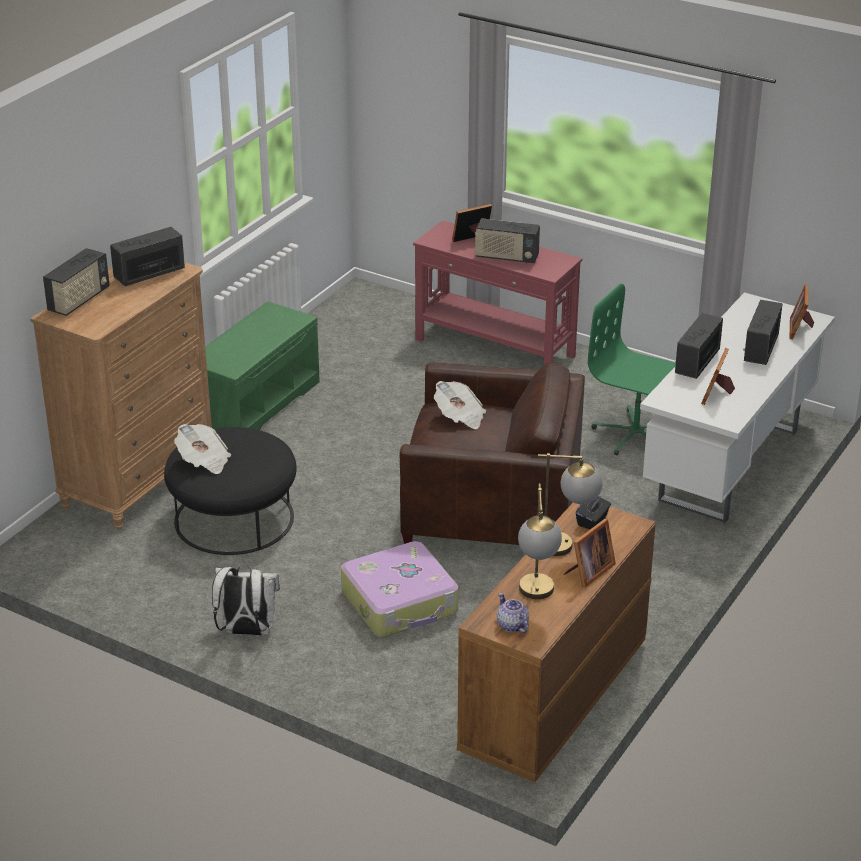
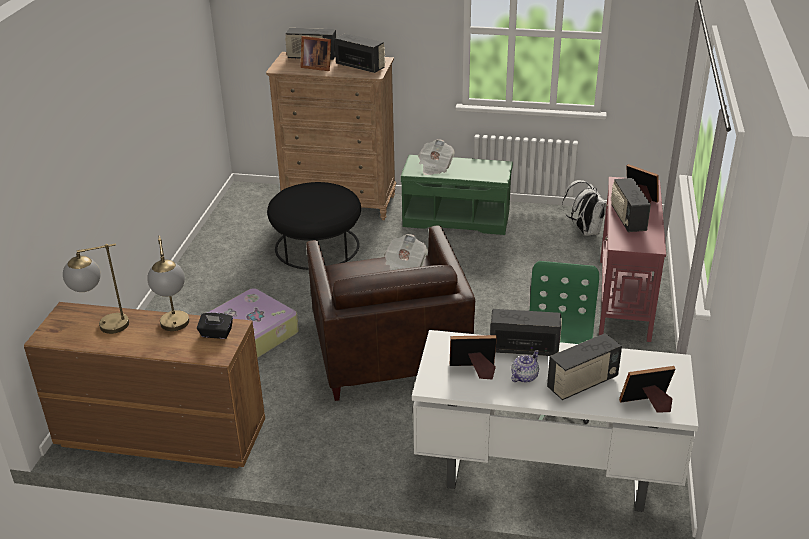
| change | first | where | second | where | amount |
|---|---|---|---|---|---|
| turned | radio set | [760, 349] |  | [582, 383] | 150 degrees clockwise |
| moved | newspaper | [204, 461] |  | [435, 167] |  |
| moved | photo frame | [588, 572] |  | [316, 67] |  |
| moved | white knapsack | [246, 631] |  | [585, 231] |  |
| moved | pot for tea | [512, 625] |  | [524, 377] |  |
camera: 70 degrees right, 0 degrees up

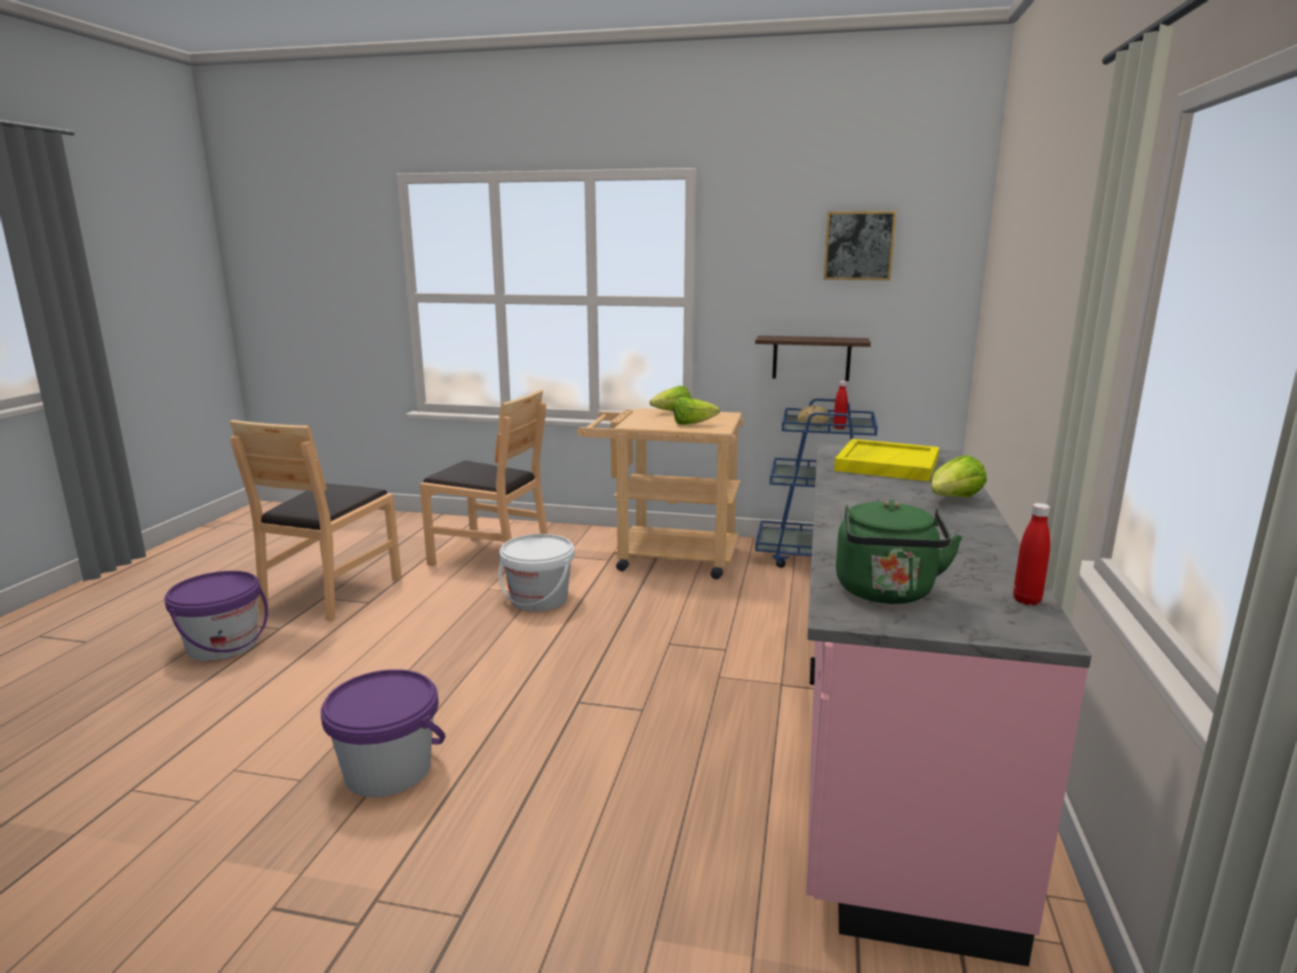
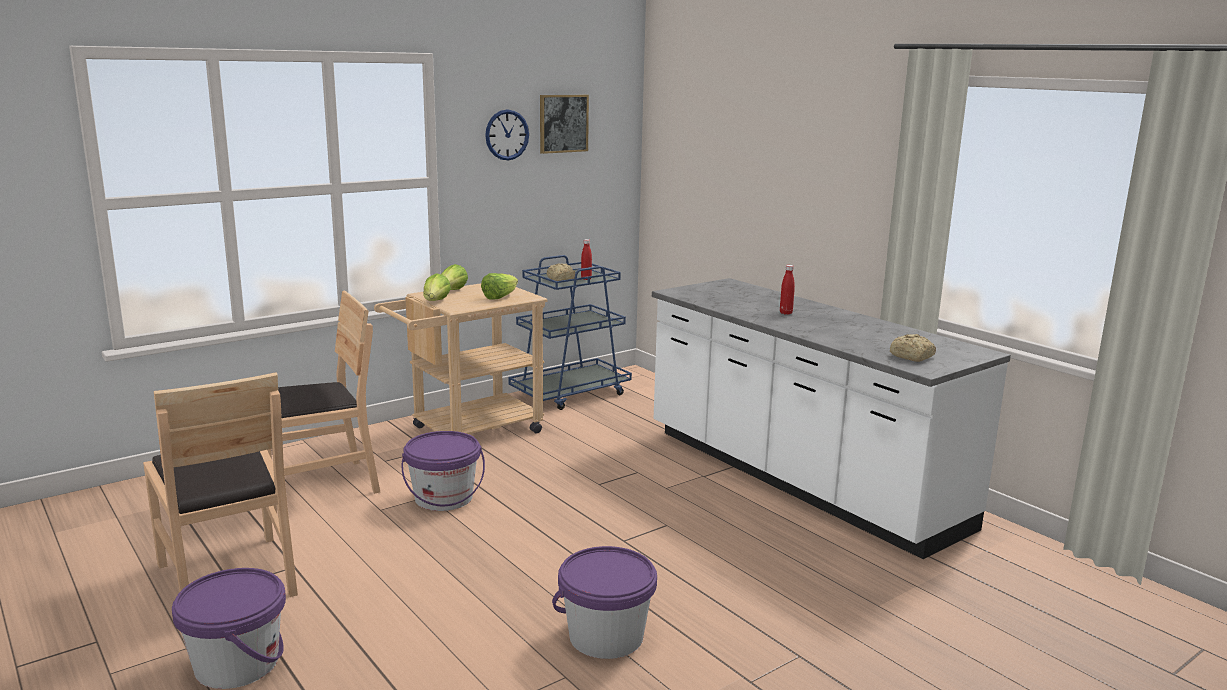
| change | first | where | second | where | amount |
|---|---|---|---|---|---|
| removed | wall shelf | [811, 358] |  |  |  |
| removed | yellowish tray | [886, 464] |  |  |  |
| recoloured | pink counter | [884, 742] | white counter | [798, 479] |  |
| moved | lettuce head | [953, 499] |  | [436, 302] |  |
| replaced | greenish tea kettle | [886, 593] | baked bread | [912, 357] |  |
| moved | red-coloured drink bottle | [1026, 600] |  | [786, 313] |  |
| recoloured | white bucket | [539, 599] | purple-coloured bucket | [444, 498] |  |
| added |  |  | clock on the wall | [507, 135] |  |
camera: 50 degrees left, 0 degrees up

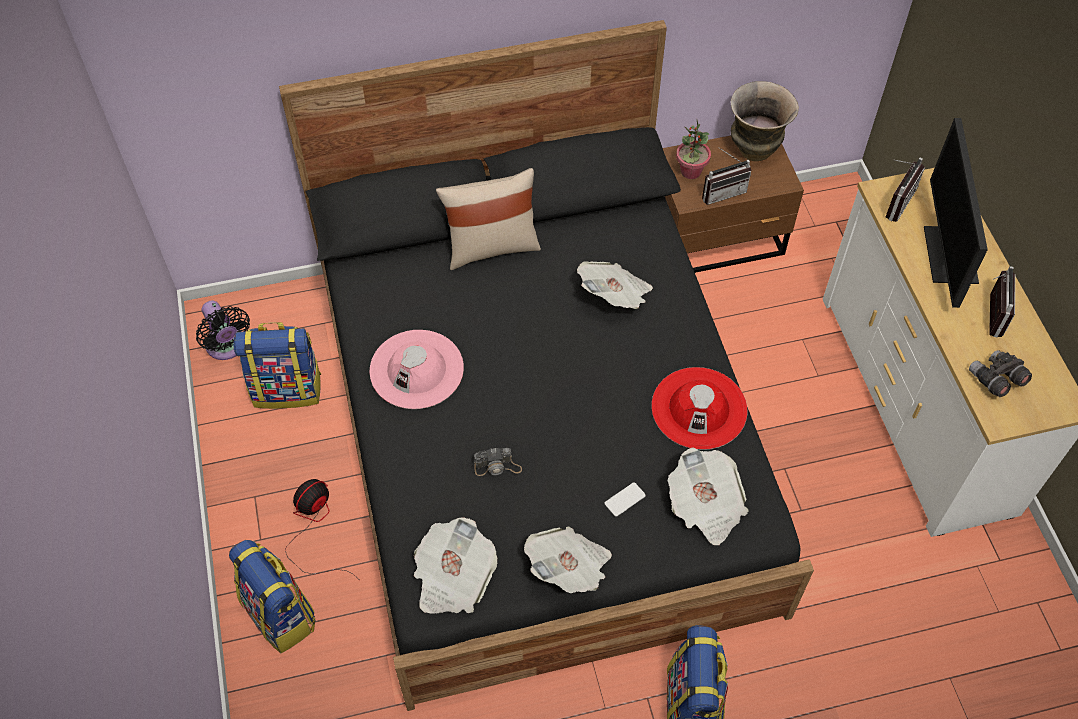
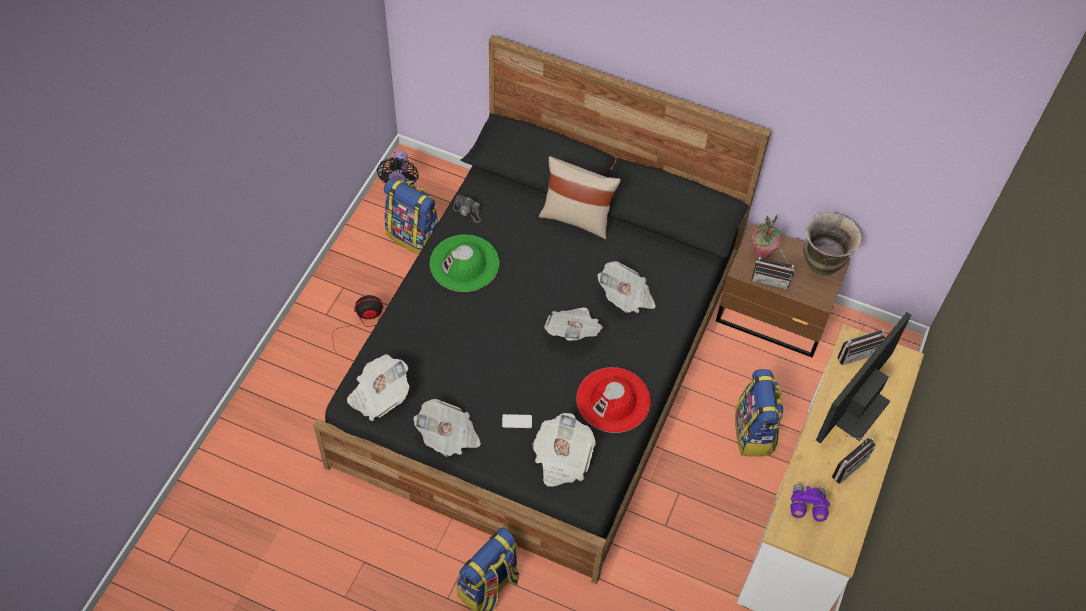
| change | first | where | second | where | amount |
|---|---|---|---|---|---|
| recoloured | pink wearable hat | [417, 369] | greenish wearable hat | [464, 263] |  |
| recoloured | gray pair of binoculars | [995, 380] | purple-coloured pair of binoculars | [806, 507] |  |
| moved | still camera | [497, 466] |  | [468, 211] |  |
| moved | knapsack | [281, 614] |  | [754, 432] |  |
| added |  |  | newspaper | [573, 331] |  |
camera: 35 degrees right, 0 degrees up

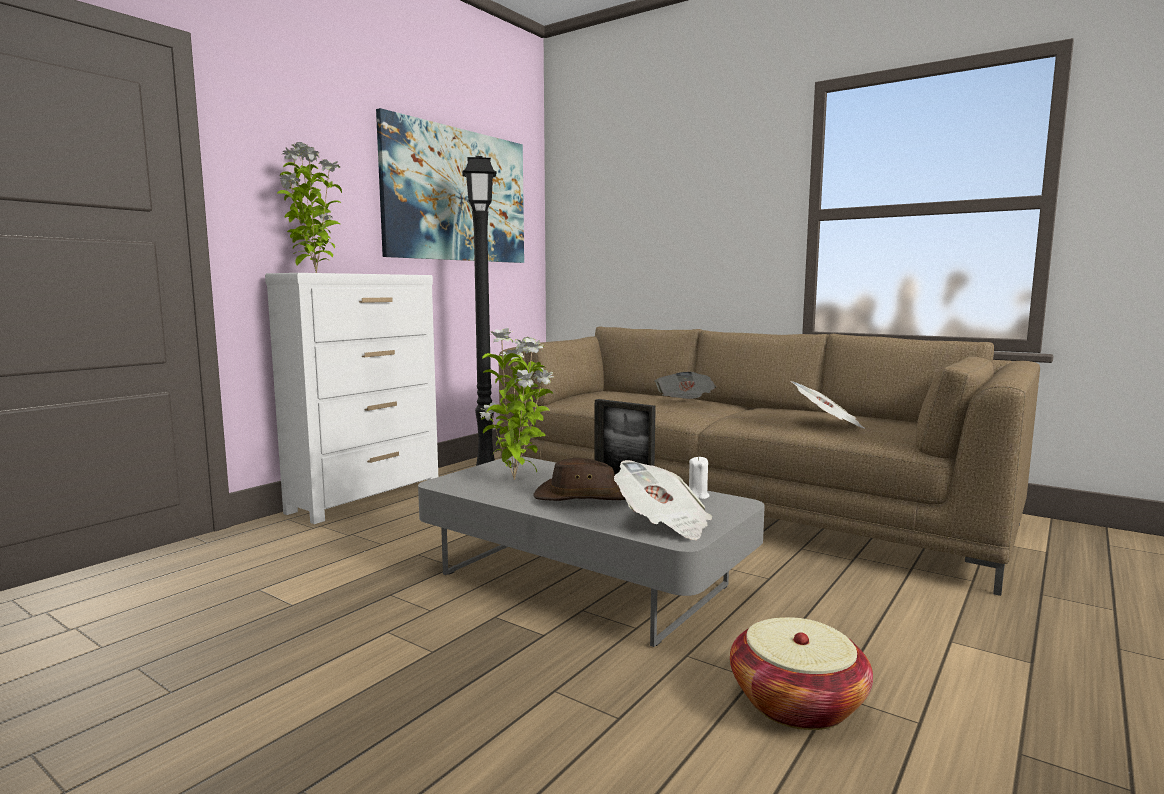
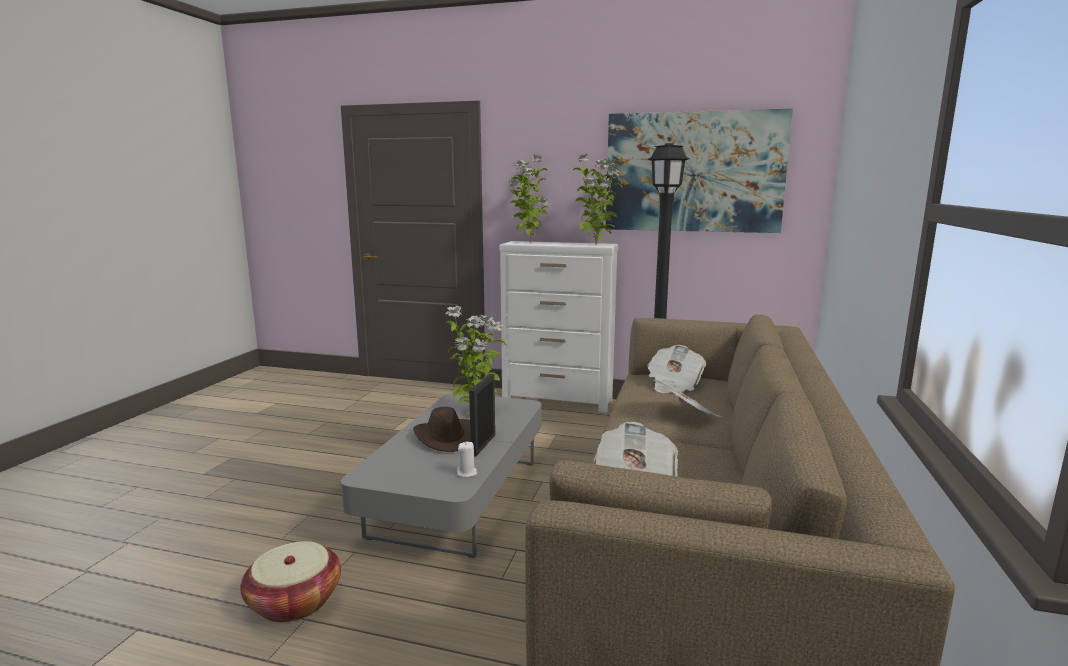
| change | first | where | second | where | amount |
|---|---|---|---|---|---|
| moved | newspaper | [663, 524] |  | [673, 384] |  |
| added |  |  | plant in a pot | [596, 245] |  |
camera: 70 degrees right, 5 degrees up

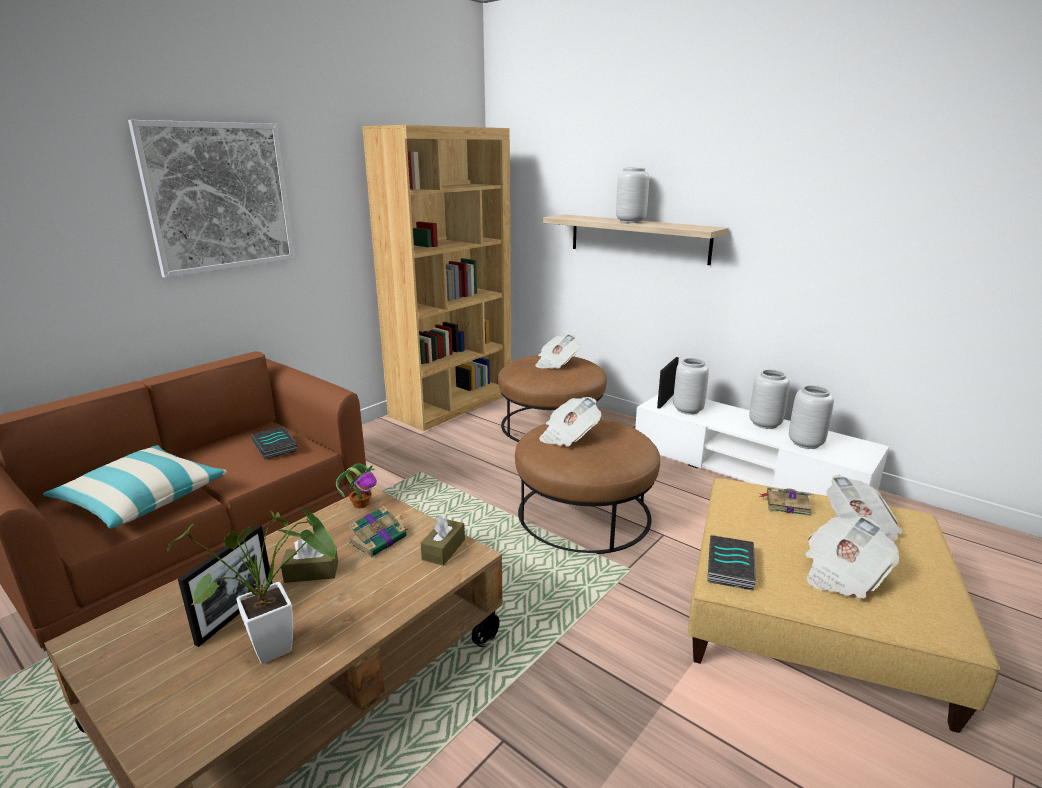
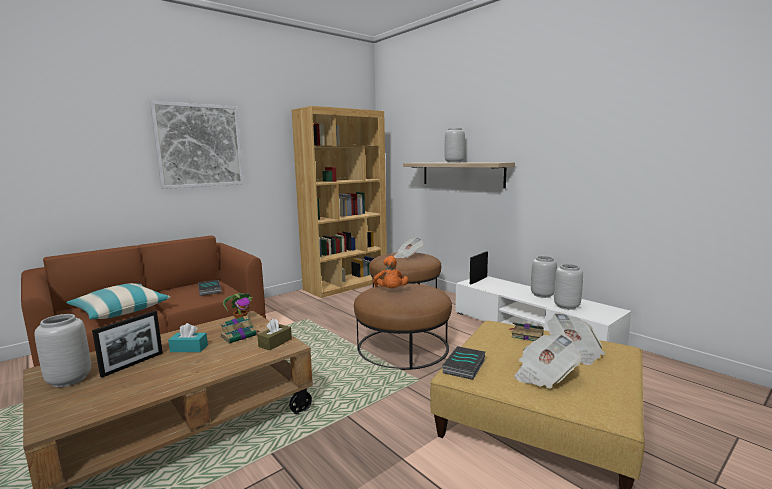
| change | first | where | second | where | amount |
|---|---|---|---|---|---|
| moved | gray flower vase | [688, 410] |  | [70, 379] |  |
| replaced | newspaper | [568, 436] | orange plush toy | [390, 290] |  |
| removed | plant in a pot | [283, 645] |  |  |  |
| recoloured | brownish tissue box | [311, 572] | turquoise tissue box | [189, 348] |  |
camera: 10 degrees right, 10 degrees down

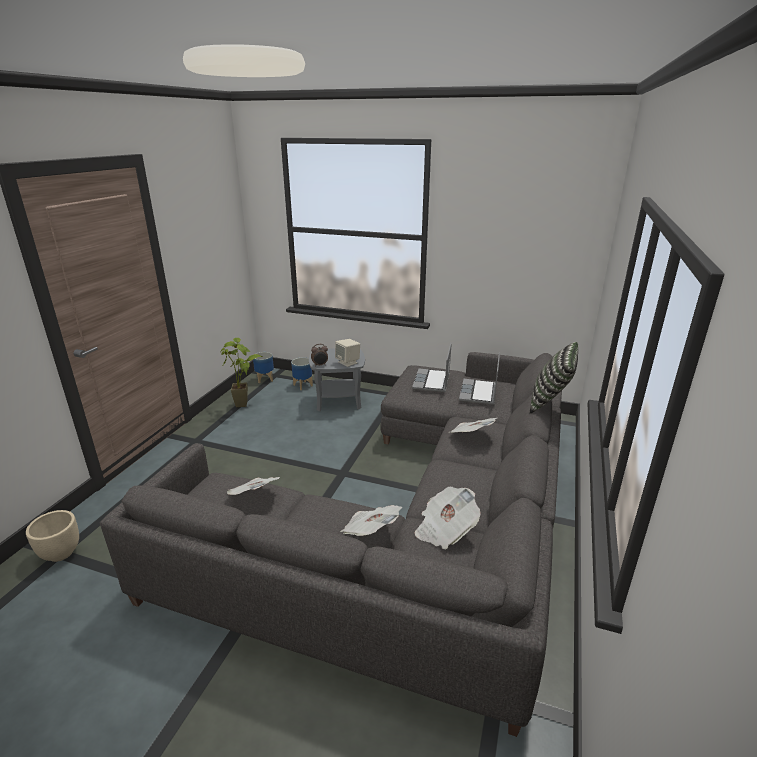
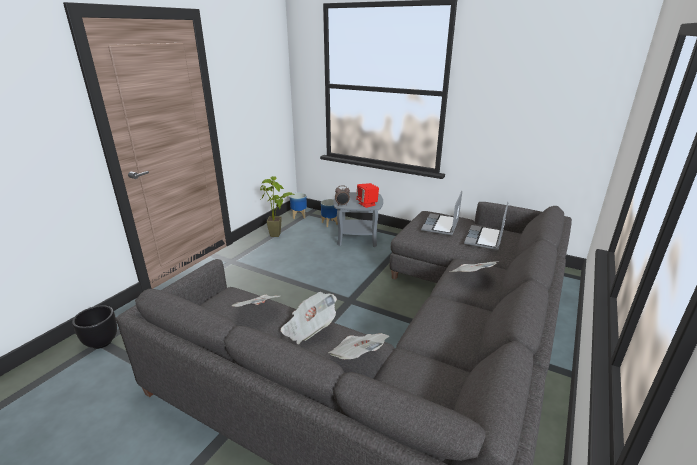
| change | first | where | second | where | amount |
|---|---|---|---|---|---|
| recoloured | beige-coloured speaker | [348, 362] | red-coloured speaker | [367, 204] |  |
| removed | pillow | [550, 402] |  |  |  |
| moved | newspaper | [445, 529] |  | [309, 329] |  |
| recoloured | beige-coloured plant pot | [60, 553] | black-coloured plant pot | [101, 342] |  |
camera: 10 degrees right, 0 degrees up

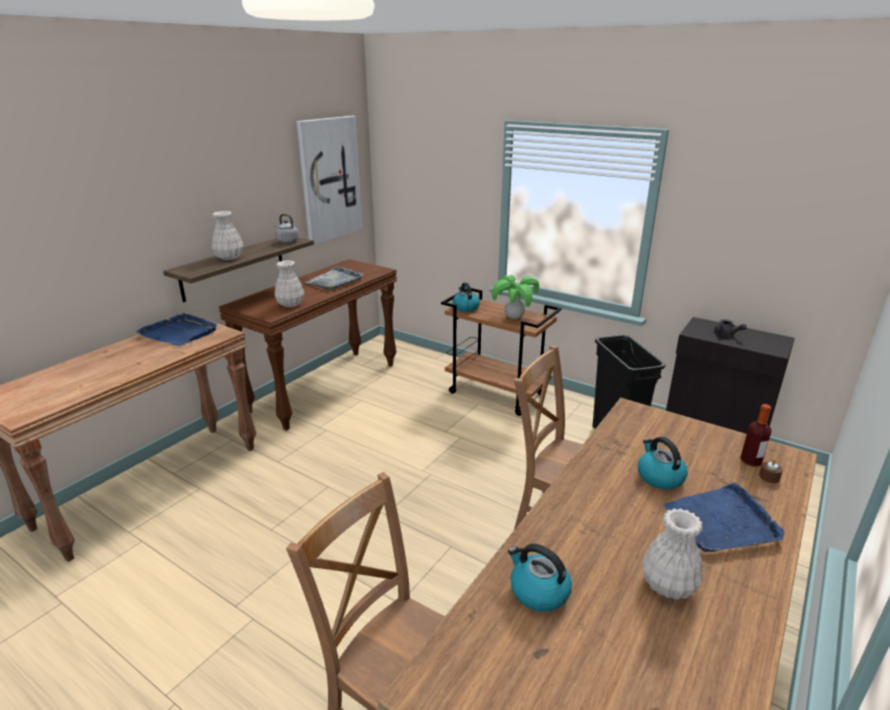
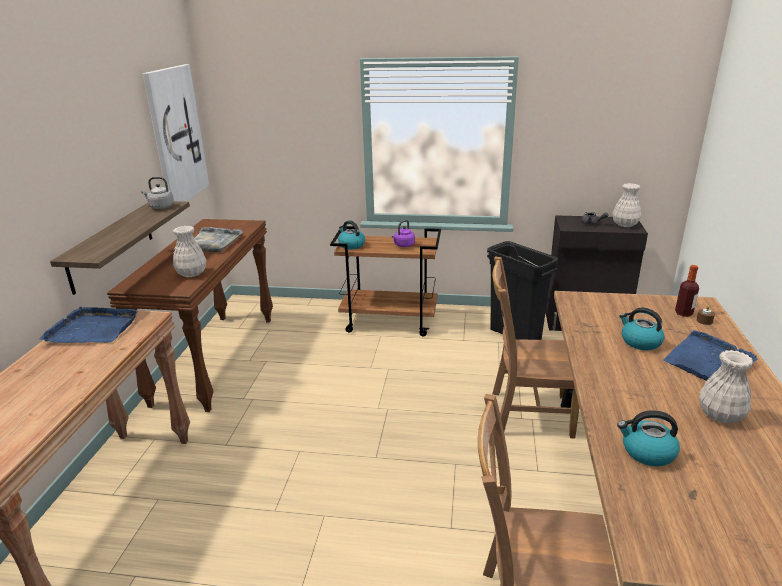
| change | first | where | second | where | amount |
|---|---|---|---|---|---|
| moved | white flower vase | [230, 257] |  | [625, 224] |  |
| replaced | plant in a pot | [514, 318] | purple-coloured tea kettle | [403, 245] |  |
camera: 25 degrees left, 0 degrees up

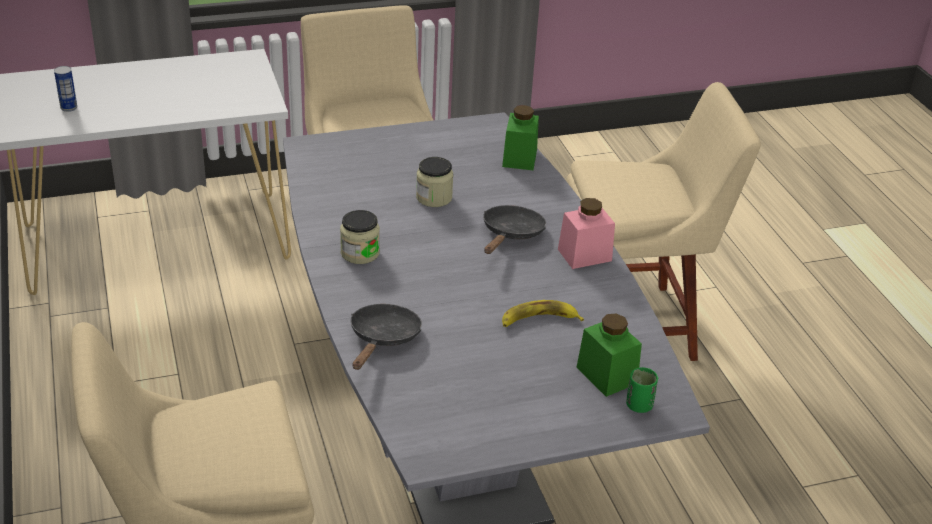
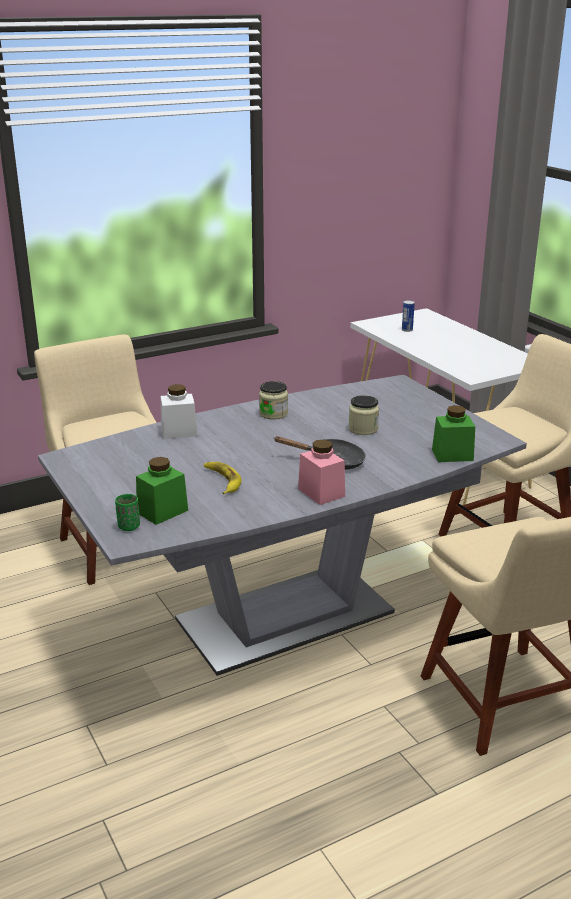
| change | first | where | second | where | amount |
|---|---|---|---|---|---|
| replaced | black-coloured pan | [383, 339] | white jar | [179, 431] |  |
camera: 80 degrees right, 10 degrees down

